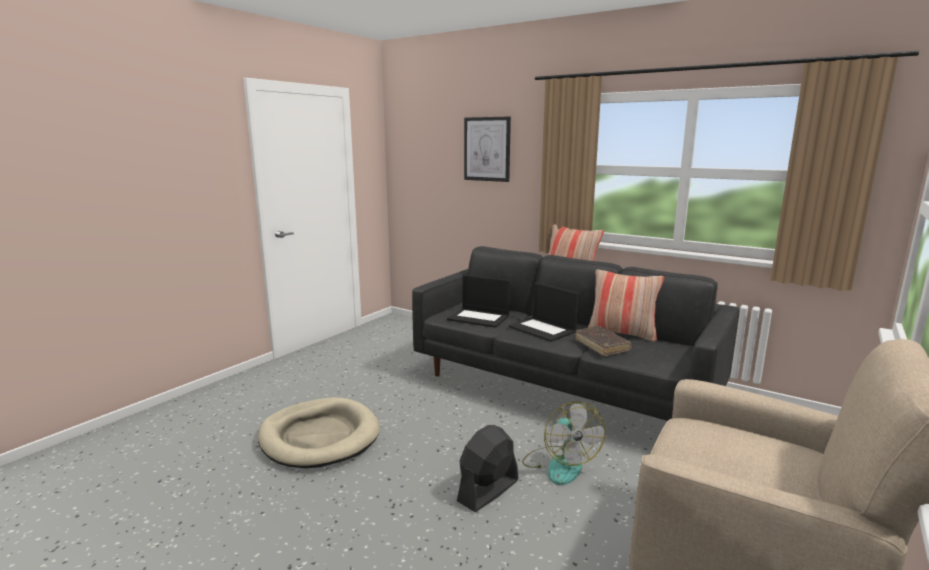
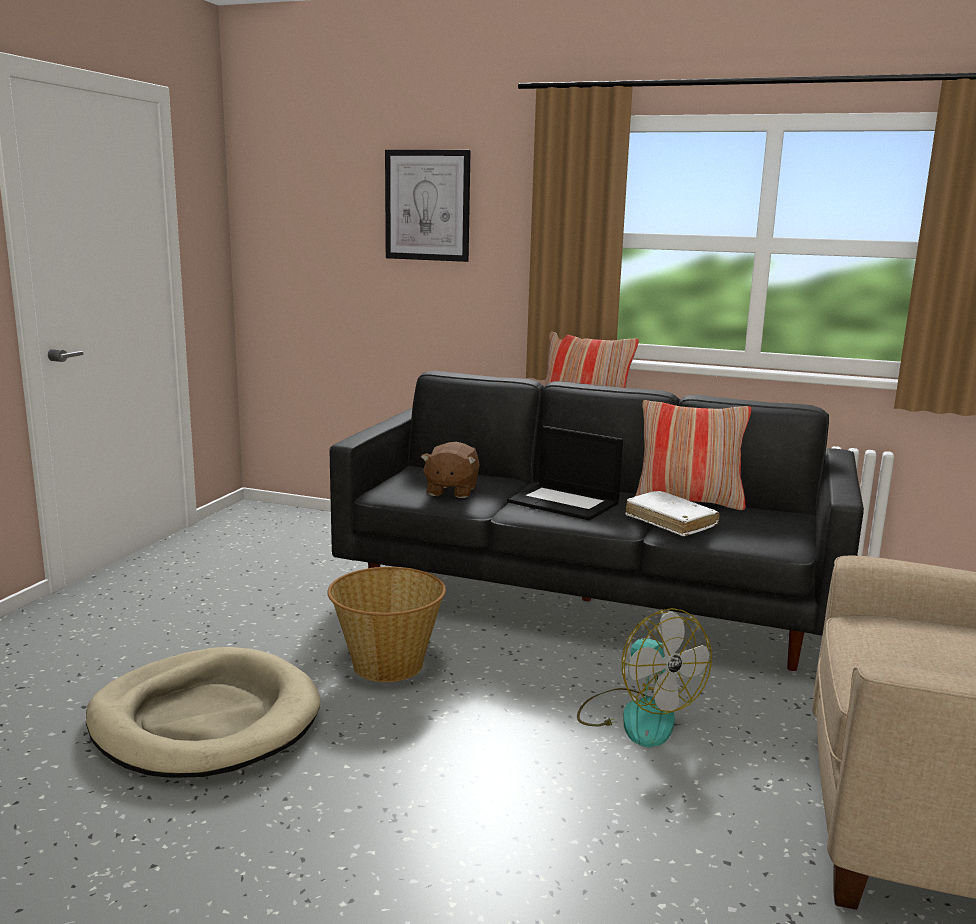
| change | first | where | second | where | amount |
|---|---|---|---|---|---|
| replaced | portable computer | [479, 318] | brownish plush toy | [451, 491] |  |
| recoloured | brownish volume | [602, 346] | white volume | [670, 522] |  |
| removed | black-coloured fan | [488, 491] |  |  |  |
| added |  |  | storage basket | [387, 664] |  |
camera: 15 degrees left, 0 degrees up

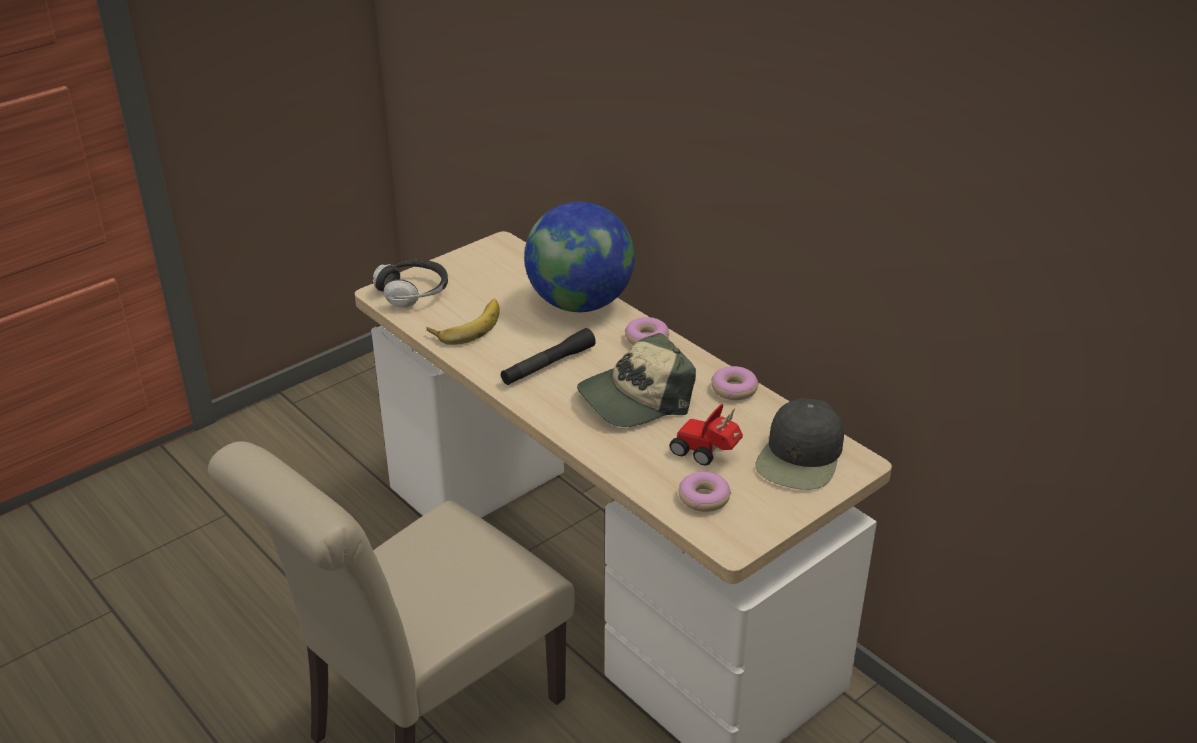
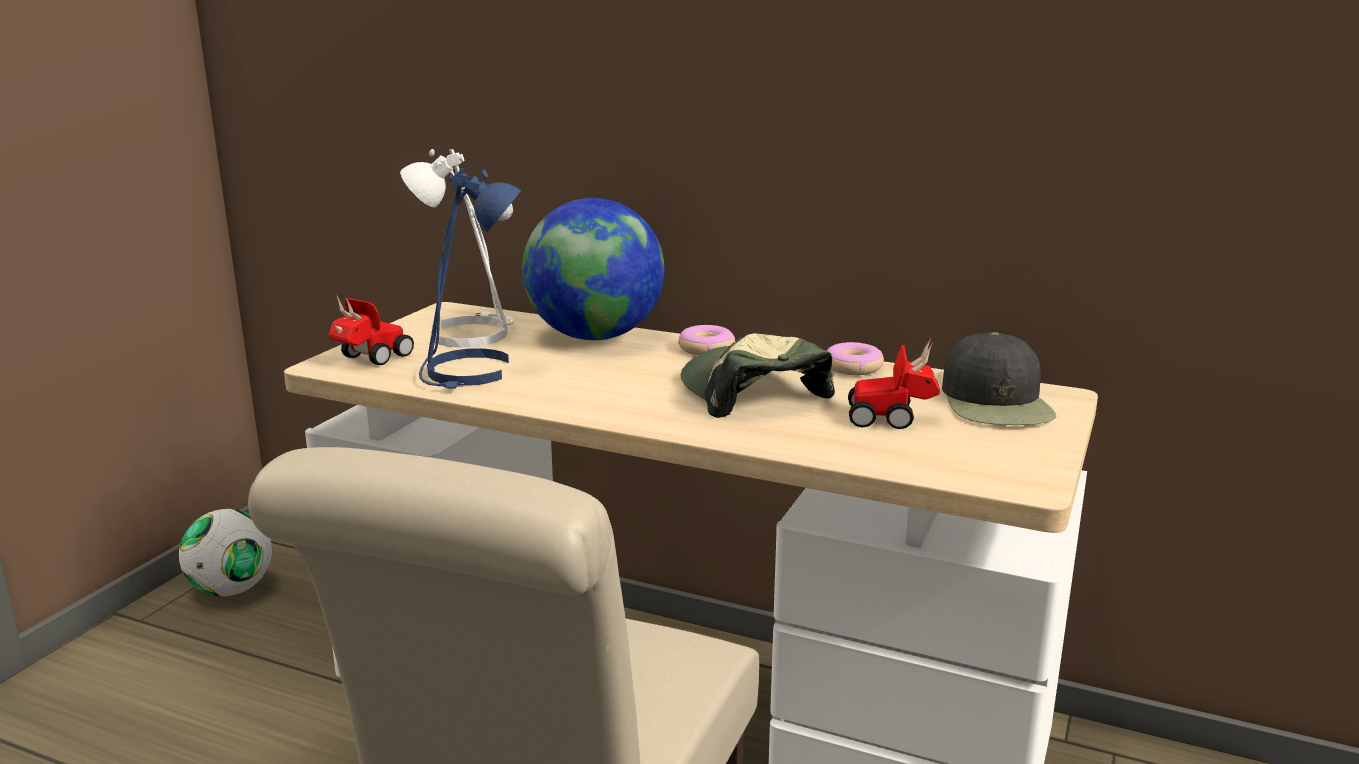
| change | first | where | second | where | amount |
|---|---|---|---|---|---|
| replaced | headset | [413, 293] | toy car | [370, 359] |  |
| replaced | banana fruit | [466, 325] | blue-coloured tabletop lamp | [470, 373] |  |
| removed | black-coloured flashlight | [548, 365] |  |  |  |
| turned | cap | [635, 398] |  | [751, 393] | 120 degrees clockwise |
| removed | ring doughnut | [704, 498] |  |  |  |
| added |  |  | white tabletop lamp | [469, 333] |  |
| added |  |  | football | [232, 590] |  |
camera: 25 degrees left, 15 degrees down

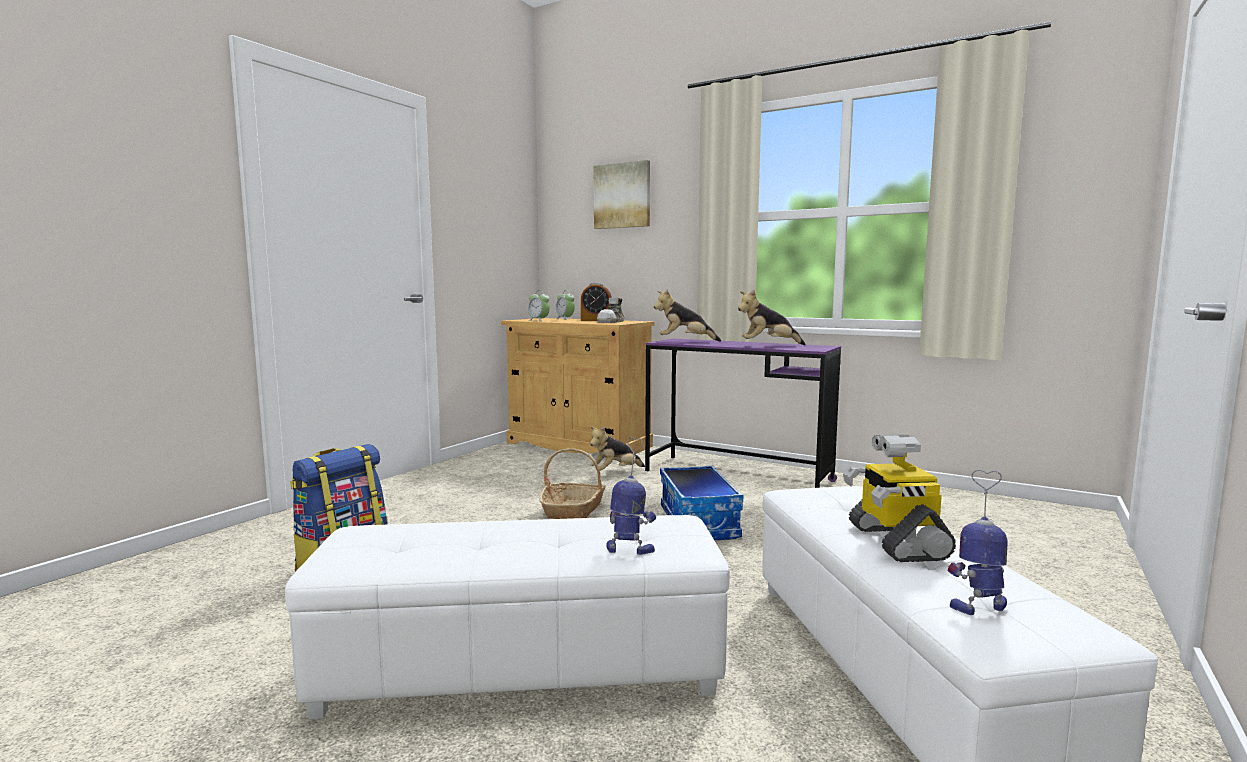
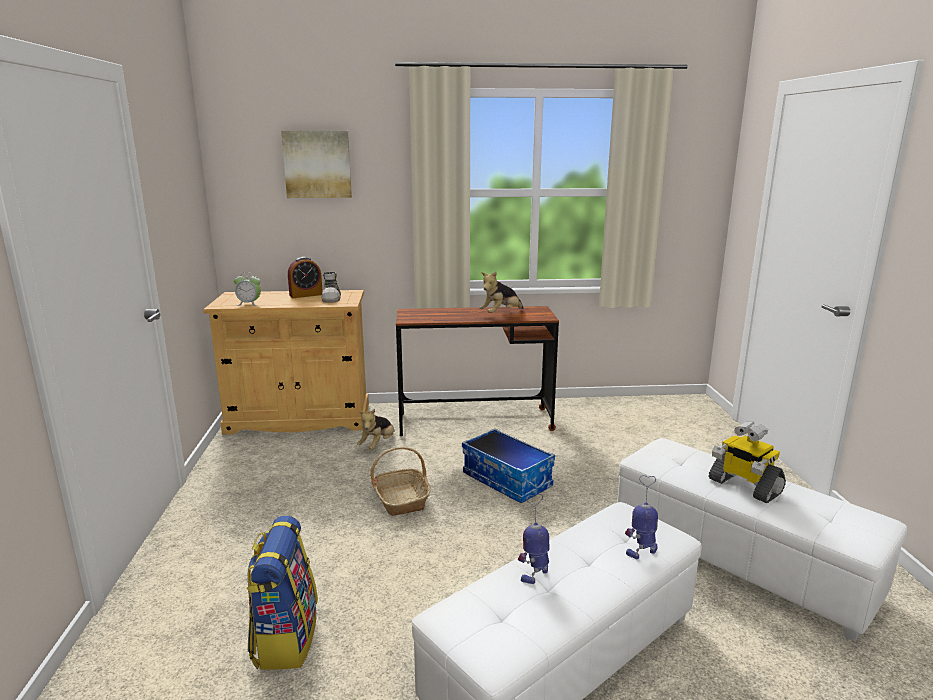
| change | first | where | second | where | amount |
|---|---|---|---|---|---|
| removed | plush toy | [685, 341] |  |  |  |
| removed | bedside clock | [565, 319] |  |  |  |
| recoloured | purple-coloured desk | [737, 476] | brownish desk | [475, 422] |  |
| moved | robot figure | [980, 607] |  | [536, 574] |  |
camera: 35 degrees left, 10 degrees up

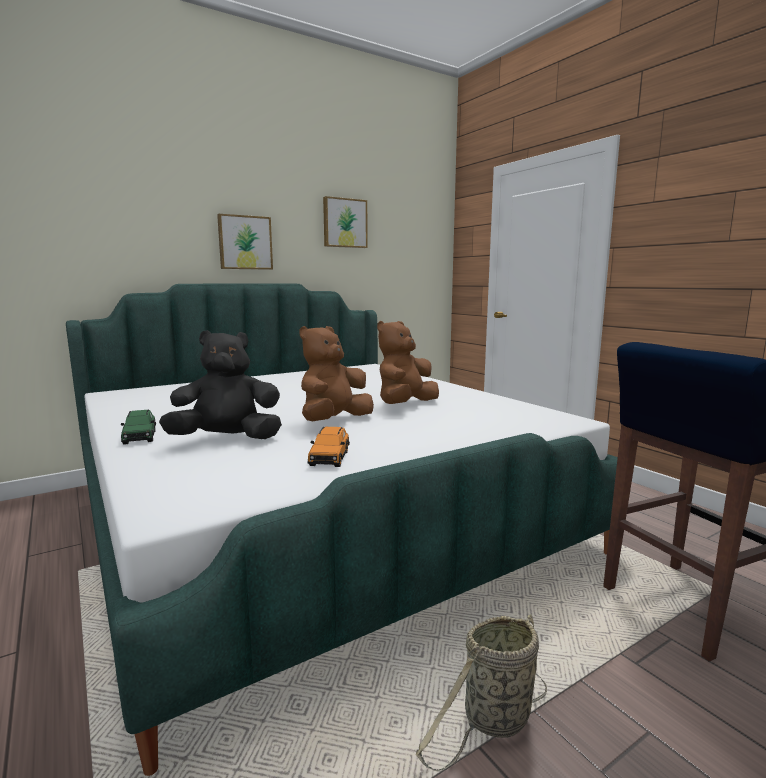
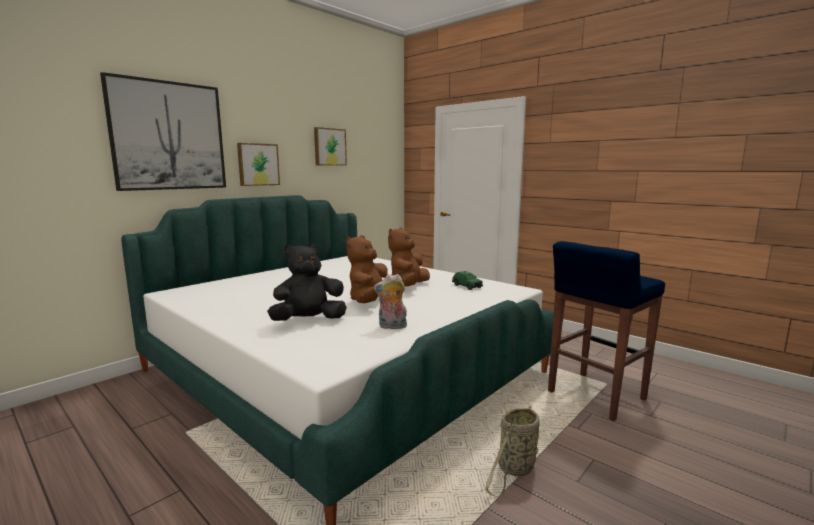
| change | first | where | second | where | amount |
|---|---|---|---|---|---|
| moved | greenish toy car | [140, 437] |  | [467, 286] |  |
| replaced | orange toy car | [329, 458] | plush toy | [392, 327] |  |
| added |  |  | wall art | [168, 136] |  |
camera: 15 degrees left, 0 degrees up

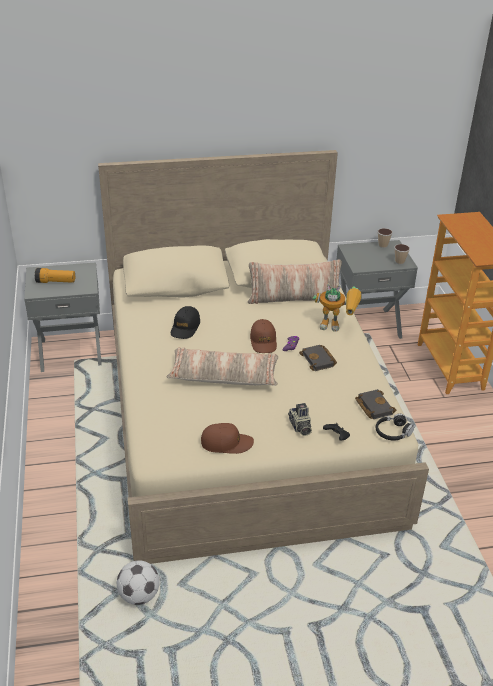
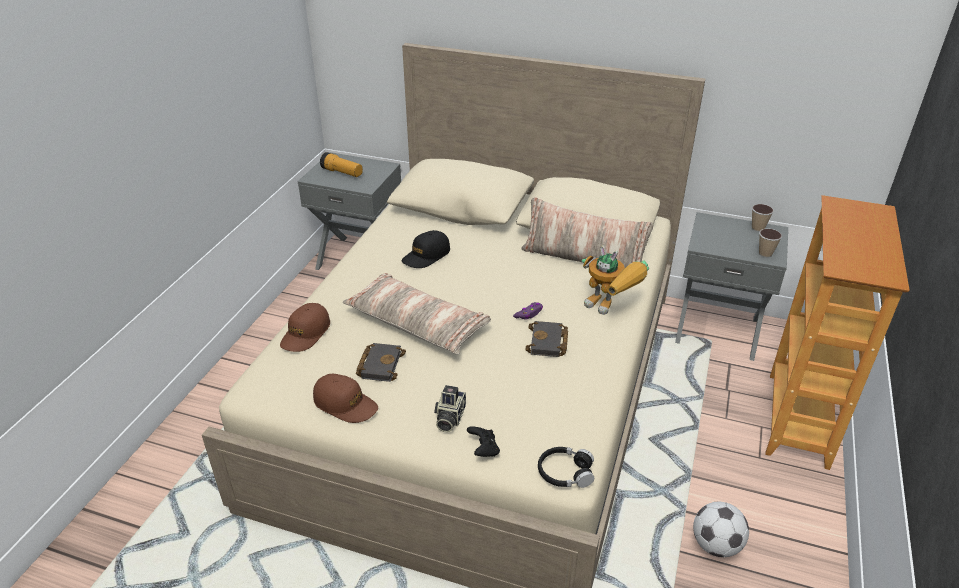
| change | first | where | second | where | amount |
|---|---|---|---|---|---|
| moved | brownish cap | [263, 341] |  | [305, 334] |  |
| moved | black-coloured volume | [373, 406] |  | [379, 364] |  |
| moved | football | [139, 595] |  | [716, 545] |  |
camera: 30 degrees right, 0 degrees up

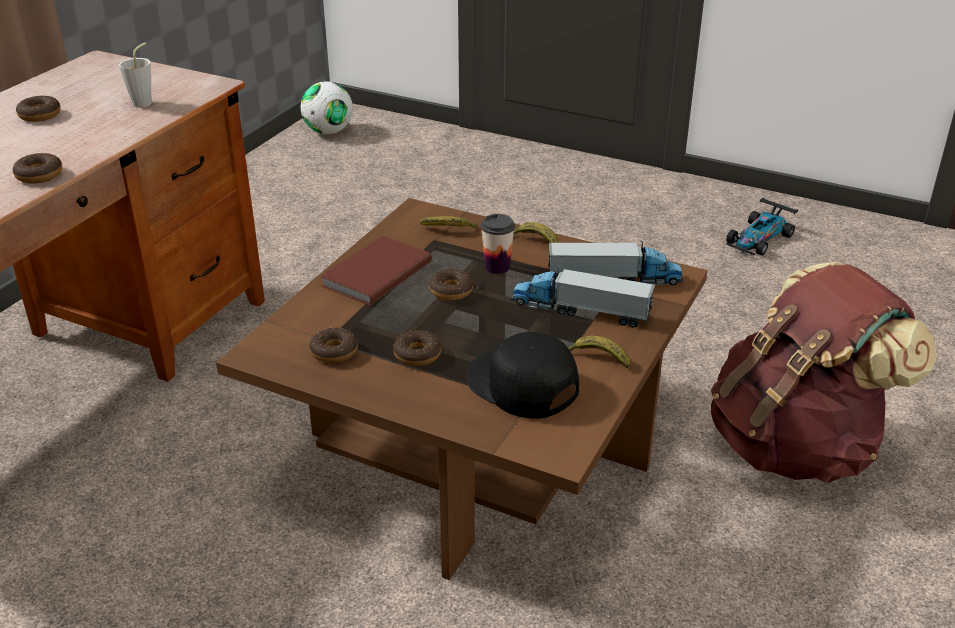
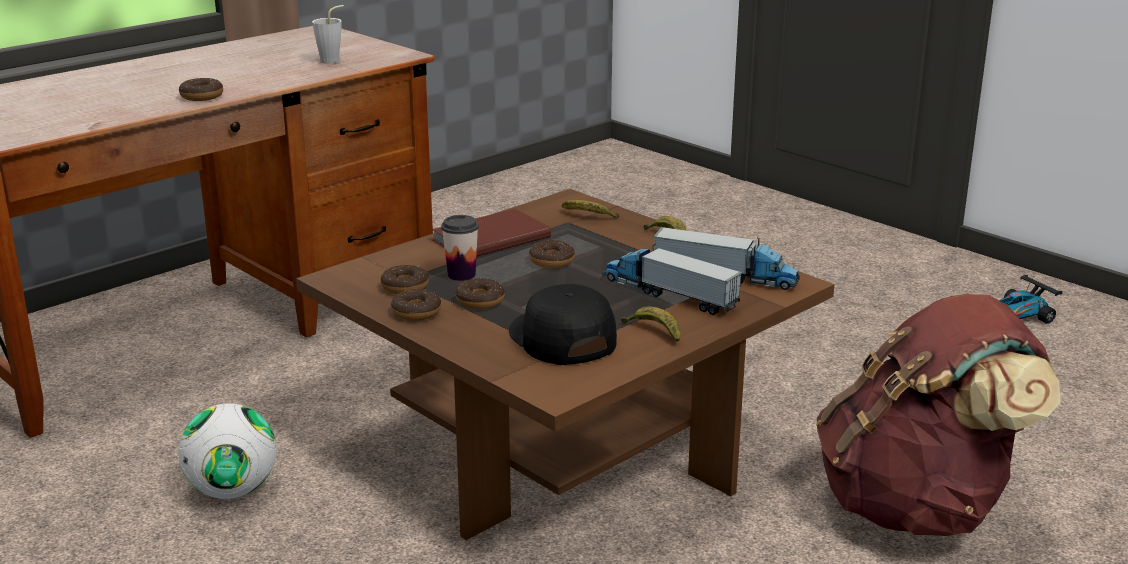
| change | first | where | second | where | amount |
|---|---|---|---|---|---|
| moved | football | [328, 132] |  | [232, 491] |  |
| moved | ring doughnut | [40, 115] |  | [416, 312] |  |
| moved | small cup | [497, 267] |  | [461, 275] |  |
camera: 20 degrees right, 10 degrees down

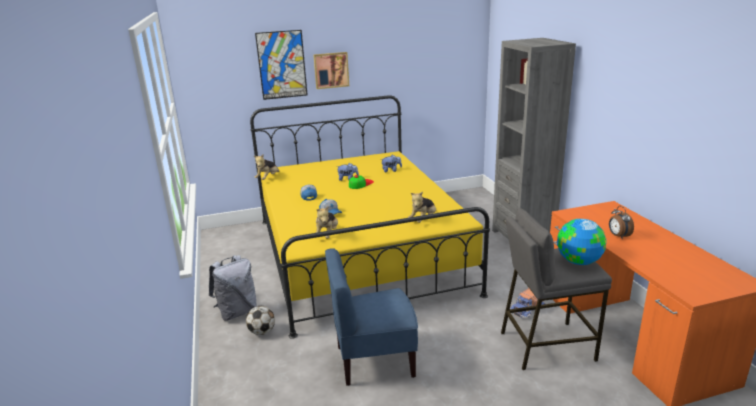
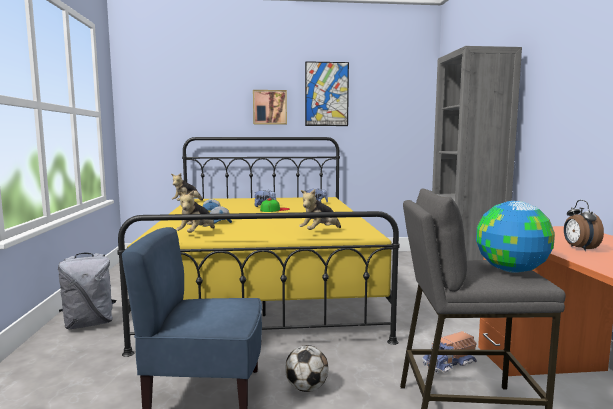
| change | first | where | second | where | amount |
|---|---|---|---|---|---|
| moved | wall art | [282, 65] |  | [326, 94] |  |
| moved | football | [262, 332] |  | [306, 388] |  |
camera: 10 degrees right, 15 degrees down

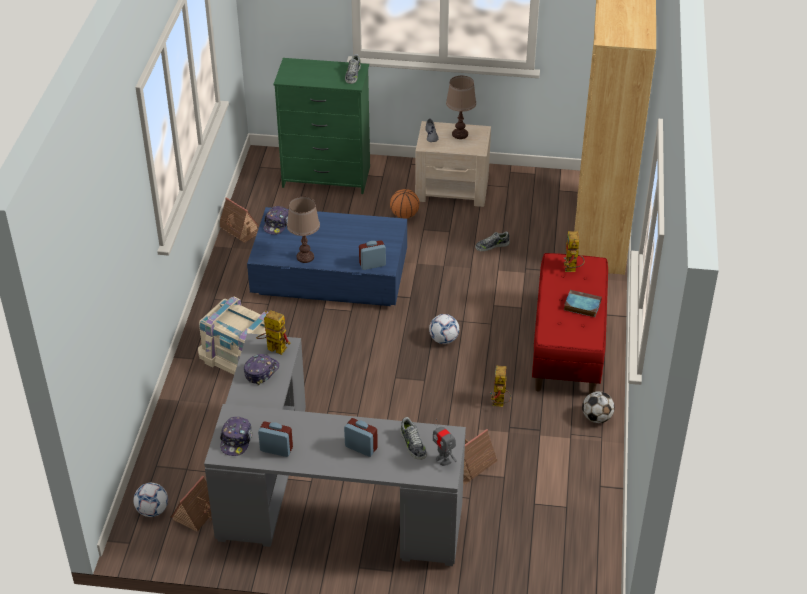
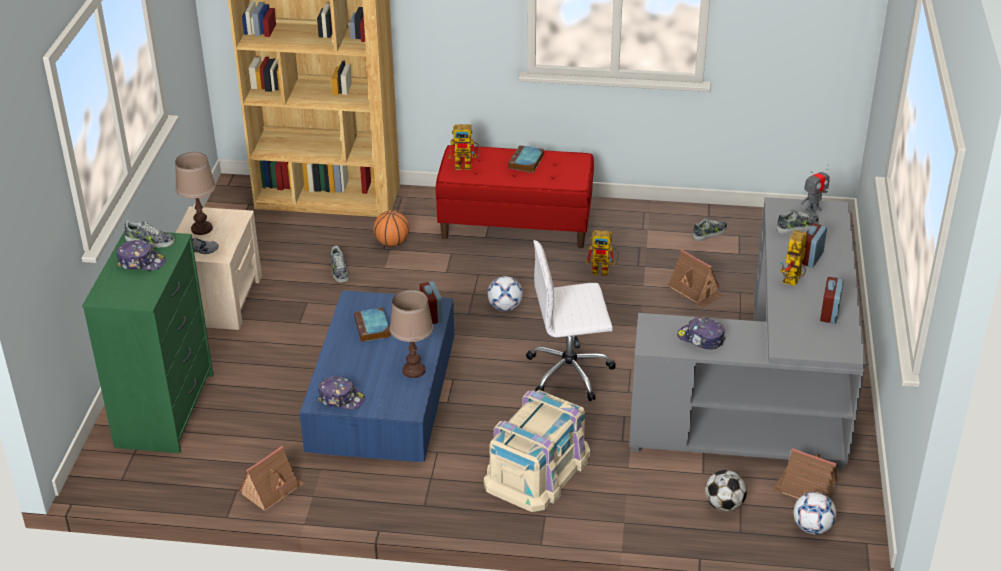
| change | first | where | second | where | amount |
|---|---|---|---|---|---|
| moved | ball for basketball | [404, 215] |  | [392, 243] |  |
| moved | robot figure | [272, 348] |  | [792, 282] |  |
| moved | football | [596, 418] |  | [724, 505] |  |
| moved | cap | [236, 440] |  | [141, 262] |  |
| added |  |  | item of footwear | [710, 233] |  |
| added |  |  | white computer chair | [571, 372] |  |
| added |  |  | volume | [372, 328] |  |
camera: 90 degrees left, 5 degrees down

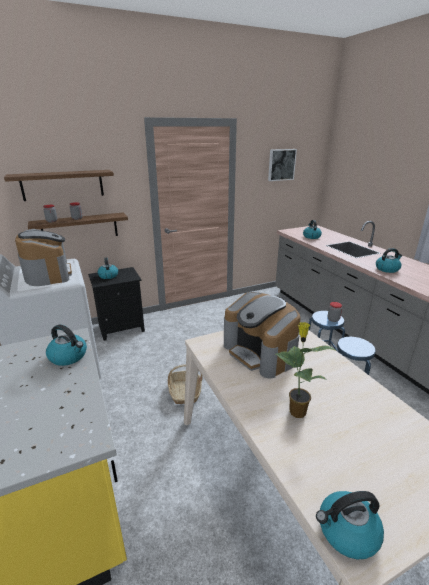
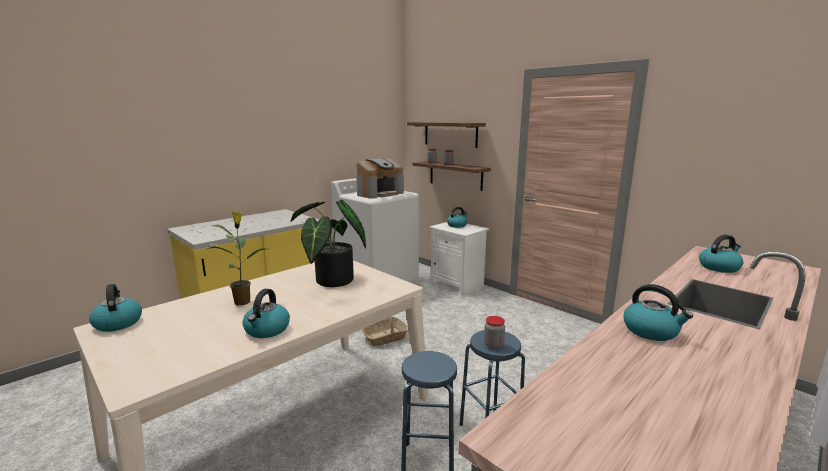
| change | first | where | second | where | amount |
|---|---|---|---|---|---|
| removed | wall art | [281, 164] |  |  |  |
| recoloured | black-coloured nightstand | [122, 327] | white nightstand | [458, 285] |  |
| replaced | coffee machine | [260, 352] | plant in a pot | [330, 282] |  |
| moved | tea kettle | [69, 356] |  | [267, 330] |  |
camera: 70 degrees right, 10 degrees down

